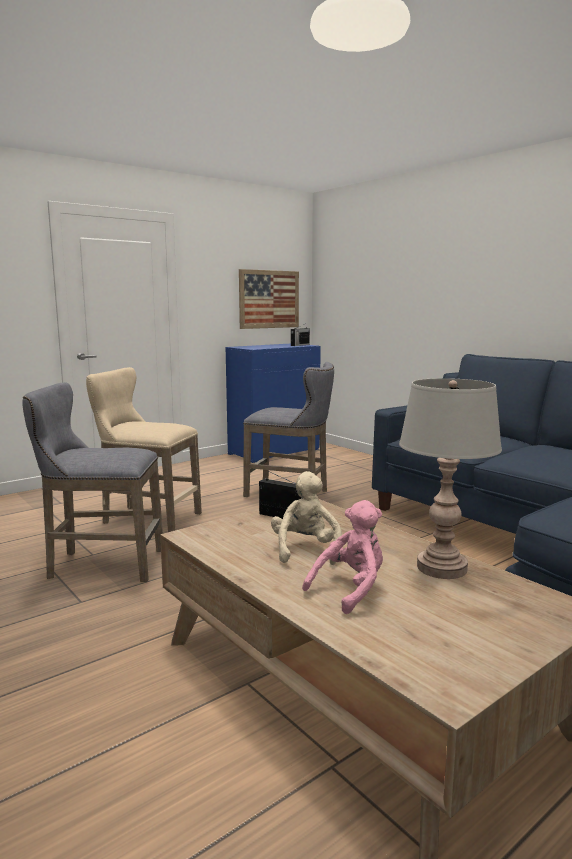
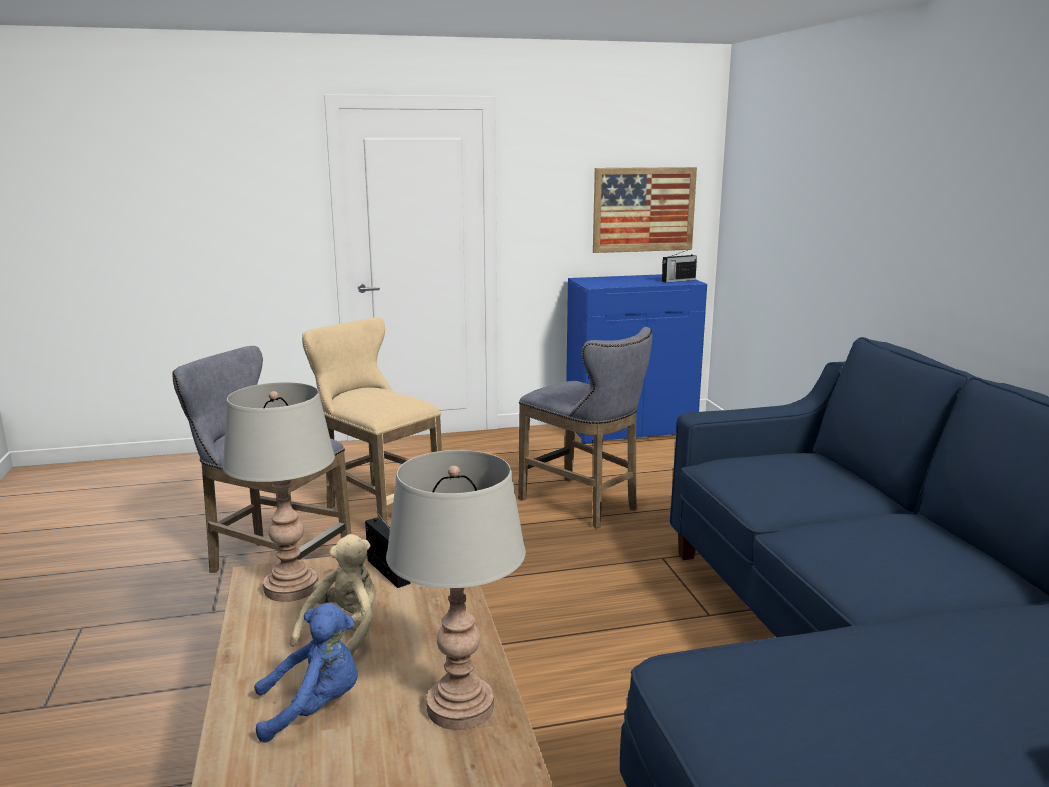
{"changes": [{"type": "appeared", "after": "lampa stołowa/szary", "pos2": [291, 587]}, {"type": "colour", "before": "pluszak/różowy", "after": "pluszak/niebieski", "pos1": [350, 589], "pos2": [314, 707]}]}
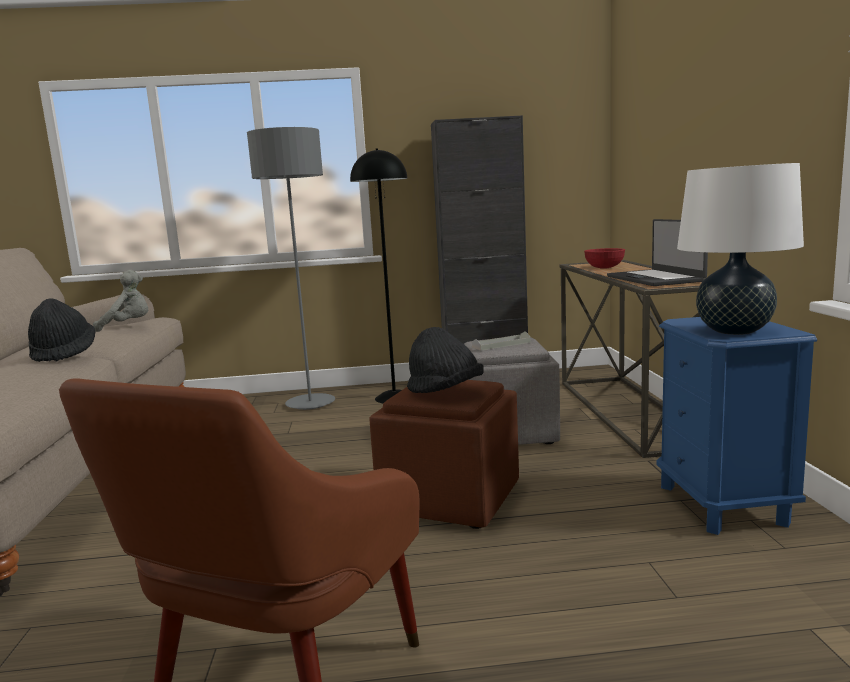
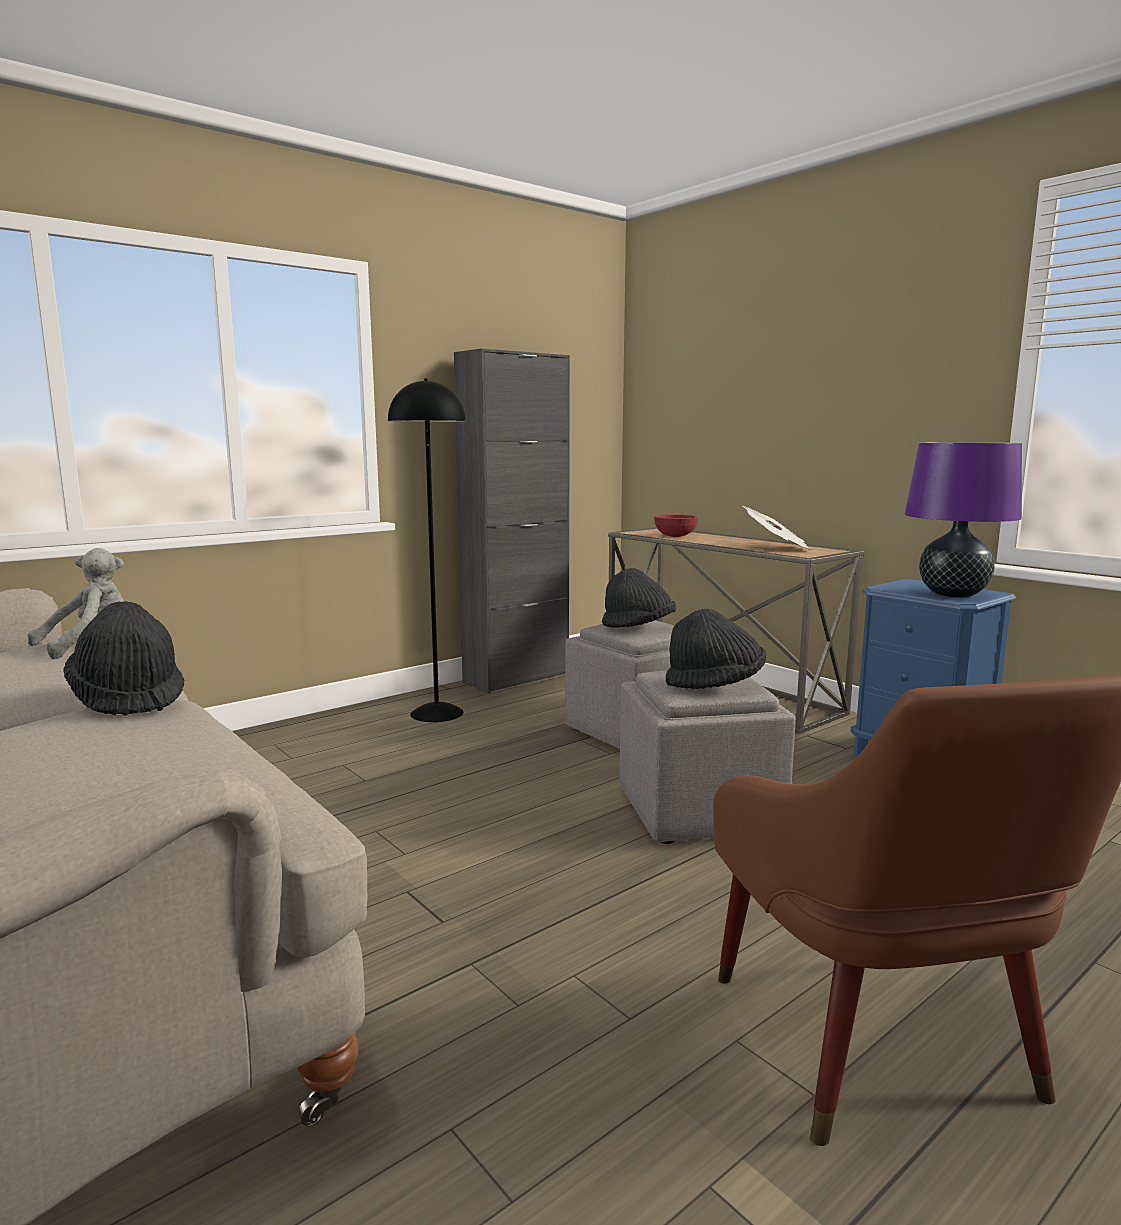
{"changes": [{"type": "missing", "before": "lampa stojąca/szary", "pos1": [310, 404]}, {"type": "exchanged", "before": "taca/szary", "after": "kapelusz/czarny", "pos1": [501, 344], "pos2": [638, 628]}, {"type": "exchanged", "before": "laptop", "after": "gazeta", "pos1": [655, 279], "pos2": [776, 547]}, {"type": "colour", "before": "pufa/brązowy", "after": "pufa/szary", "pos1": [449, 499], "pos2": [697, 812]}, {"type": "colour", "before": "lampa stołowa/biały", "after": "lampa stołowa/fioletowy", "pos1": [734, 331], "pos2": [953, 594]}]}
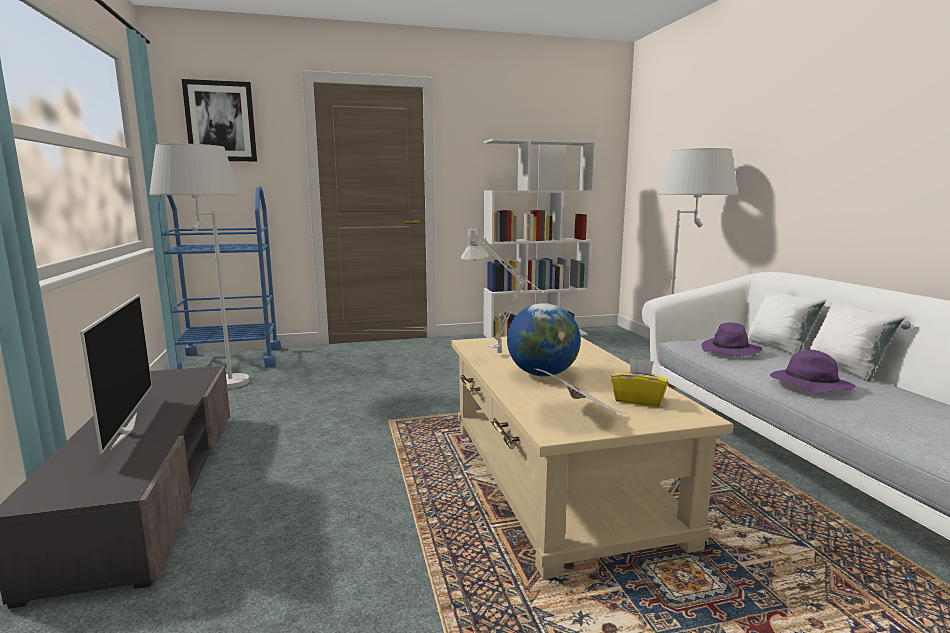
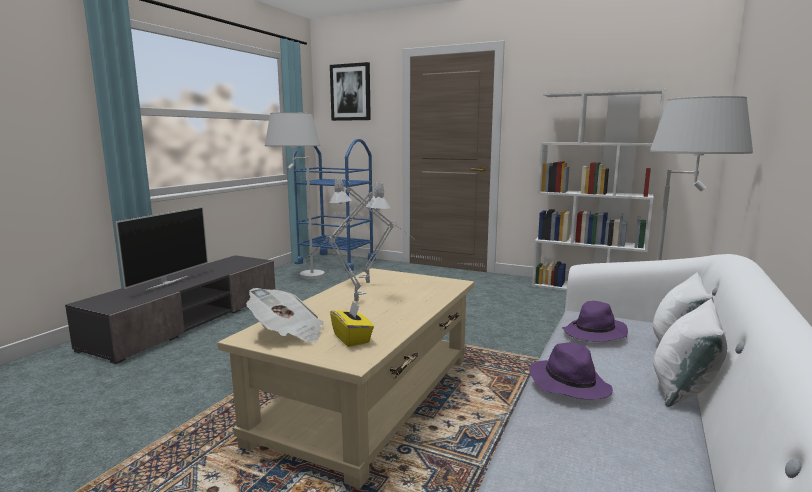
{"changes": [{"type": "exchanged", "before": "globus", "after": "lampa stołowa/szary", "pos1": [542, 374], "pos2": [351, 304]}]}
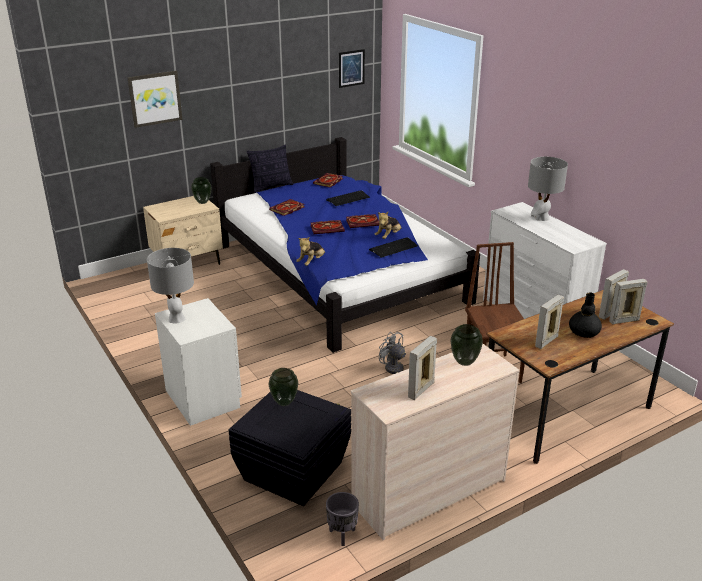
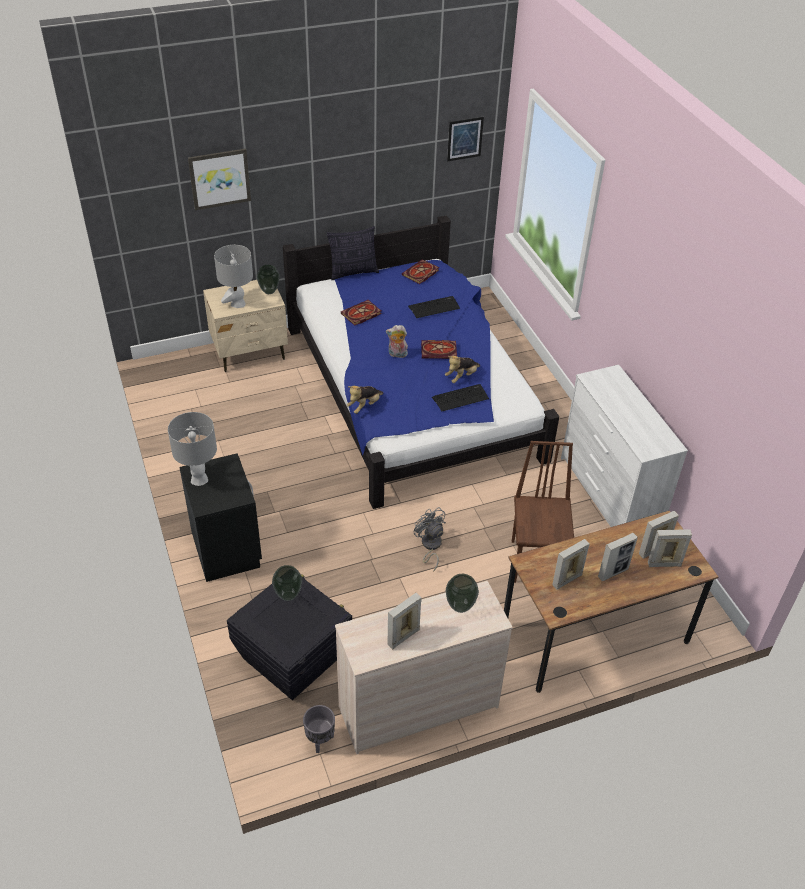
{"changes": [{"type": "relocated", "before": "lampa stołowa/szary", "pos1": [541, 218], "pos2": [238, 304]}, {"type": "exchanged", "before": "książka", "after": "pluszak", "pos1": [328, 228], "pos2": [397, 354]}, {"type": "exchanged", "before": "wazon/czarny", "after": "ramka na zdjęcie", "pos1": [583, 332], "pos2": [613, 573]}, {"type": "colour", "before": "szafka nocna/biały", "after": "szafka nocna/czarny", "pos1": [204, 398], "pos2": [227, 549]}]}
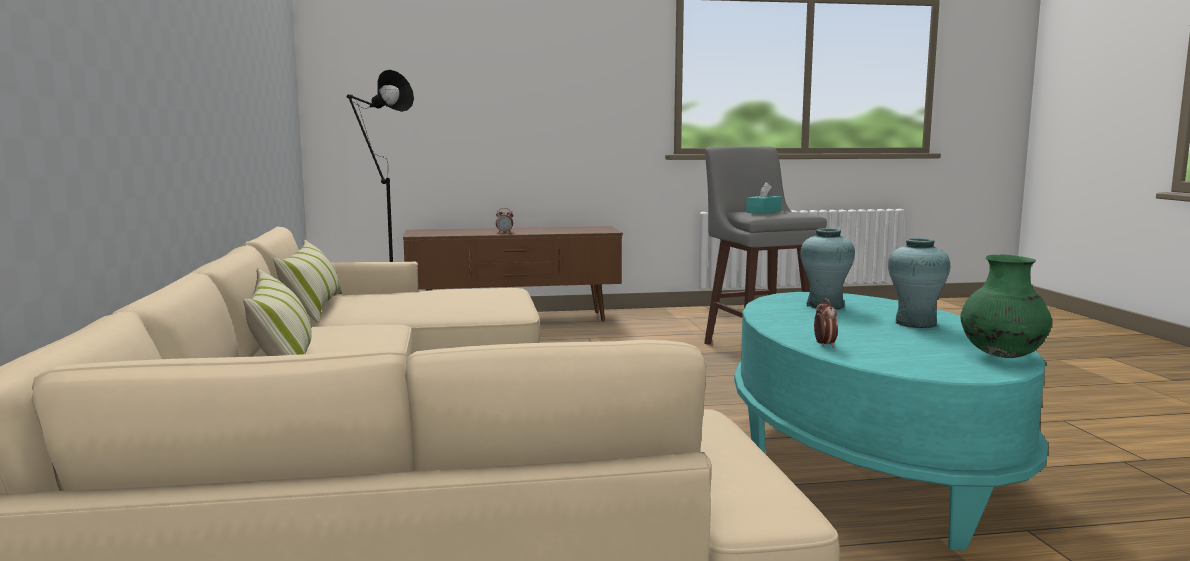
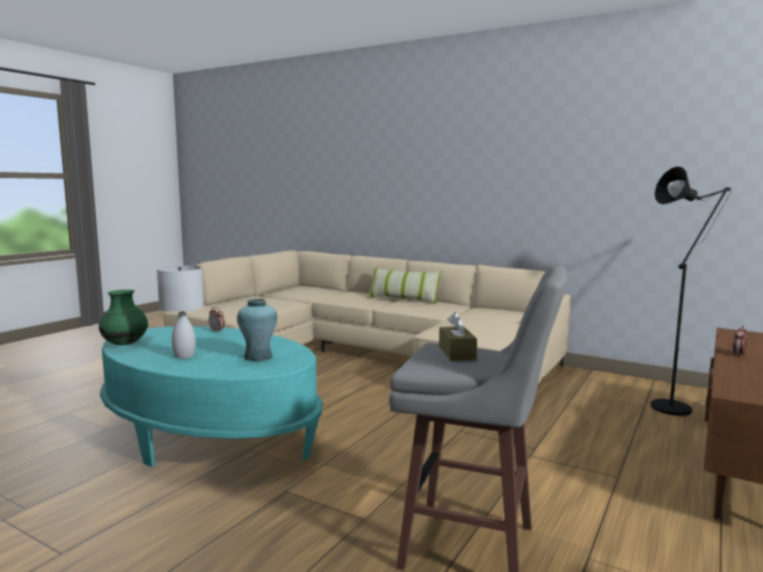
{"changes": [{"type": "missing", "before": "poduszka", "pos1": [314, 308]}, {"type": "exchanged", "before": "wazon/turkusowy", "after": "lampa stołowa/biały", "pos1": [915, 323], "pos2": [184, 356]}, {"type": "colour", "before": "pudełko chusteczek/turkusowy", "after": "pudełko chusteczek/brązowy", "pos1": [763, 212], "pos2": [456, 353]}]}
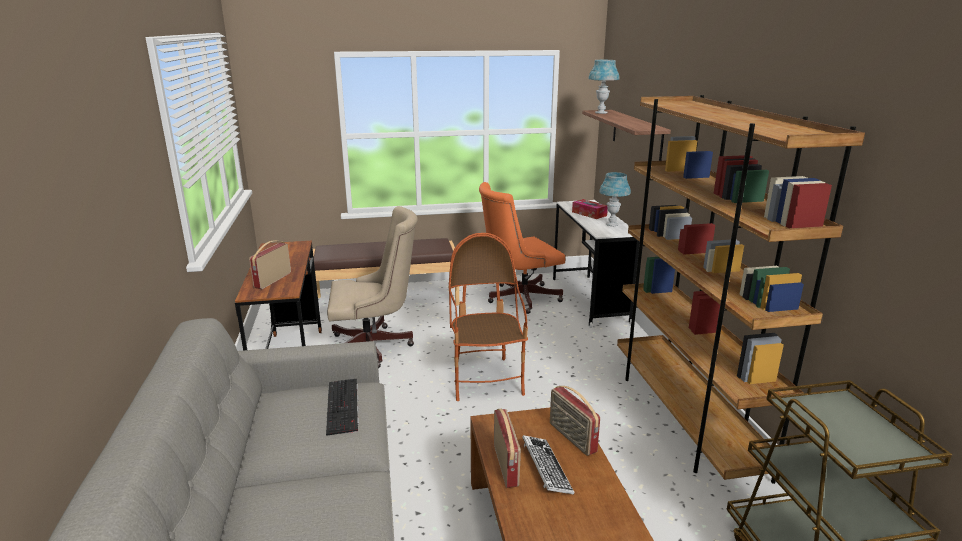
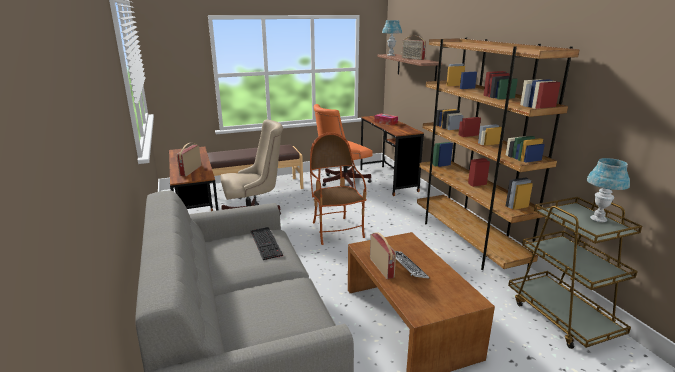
{"changes": [{"type": "relocated", "before": "radio", "pos1": [571, 438], "pos2": [412, 59]}, {"type": "relocated", "before": "lampa stołowa/niebieski", "pos1": [612, 224], "pos2": [598, 219]}, {"type": "colour", "before": "biurko/biały", "after": "biurko/brązowy", "pos1": [589, 300], "pos2": [388, 180]}]}
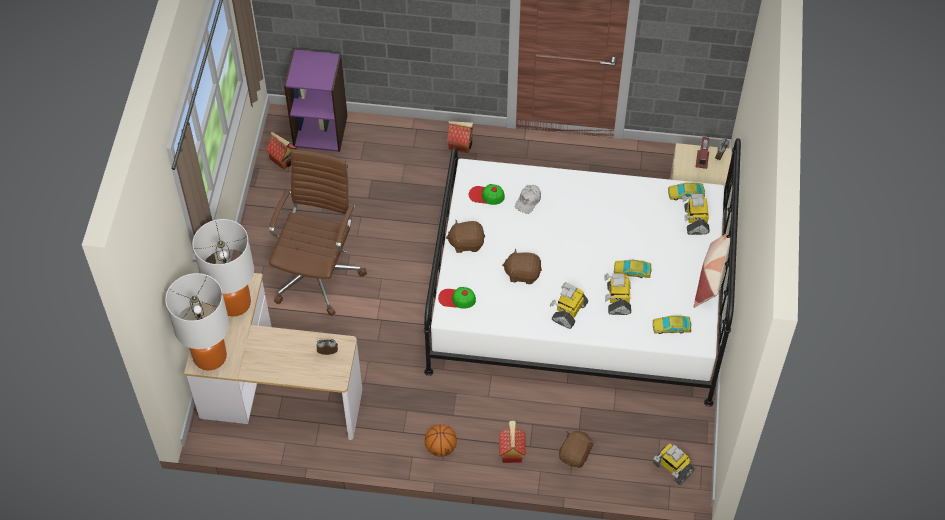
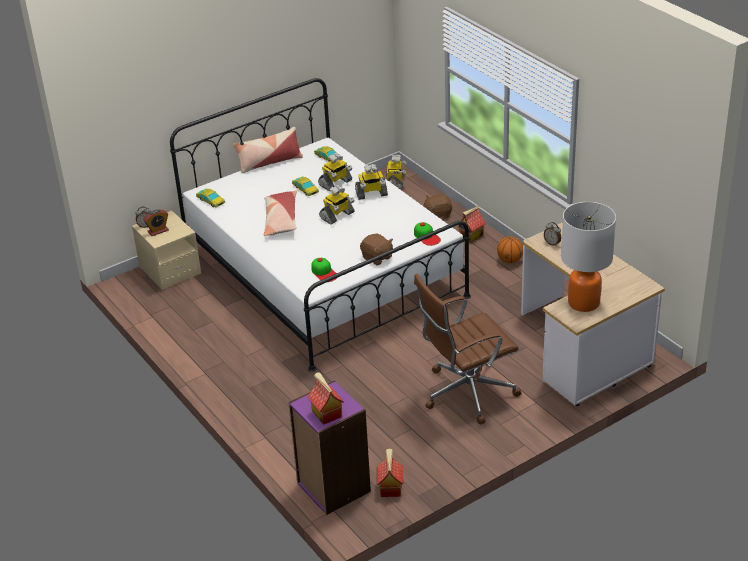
{"changes": [{"type": "missing", "before": "lampa stołowa", "pos1": [209, 356]}, {"type": "missing", "before": "pluszak/brązowy", "pos1": [522, 273]}, {"type": "missing", "before": "czapka z daszkiem/biały", "pos1": [528, 201]}, {"type": "appeared", "after": "poduszka", "pos2": [281, 220]}, {"type": "relocated", "before": "domek", "pos1": [461, 144], "pos2": [326, 413]}, {"type": "relocated", "before": "robot zabawkowy", "pos1": [695, 220], "pos2": [337, 216]}]}
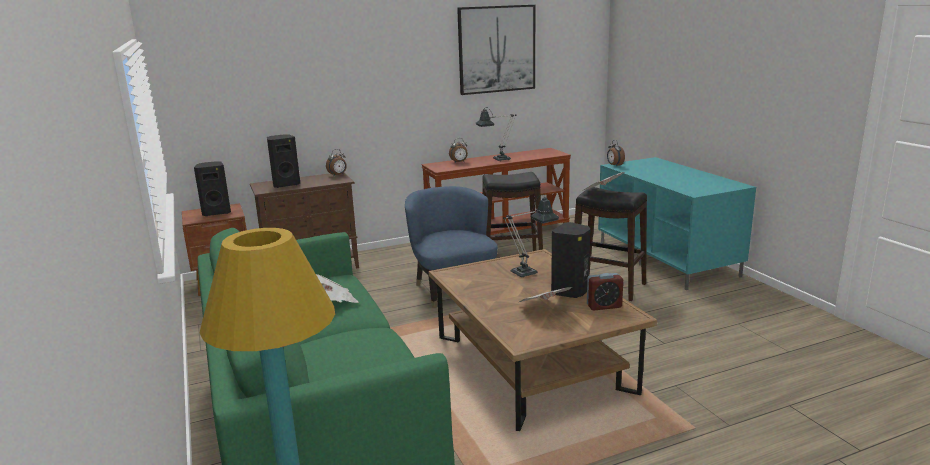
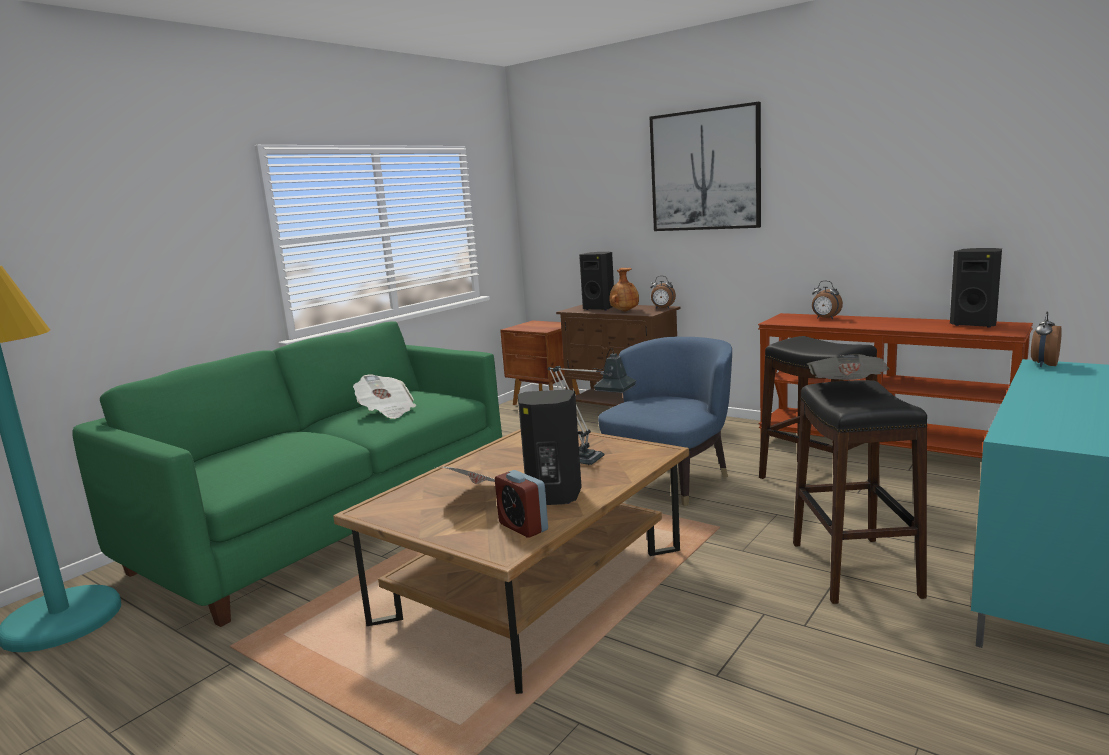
{"changes": [{"type": "missing", "before": "lampa stołowa", "pos1": [498, 160]}, {"type": "appeared", "after": "wazon/brązowy", "pos2": [624, 311]}, {"type": "relocated", "before": "głośnik/czarny", "pos1": [217, 212], "pos2": [975, 324]}, {"type": "relocated", "before": "obraz", "pos1": [497, 49], "pos2": [705, 170]}]}
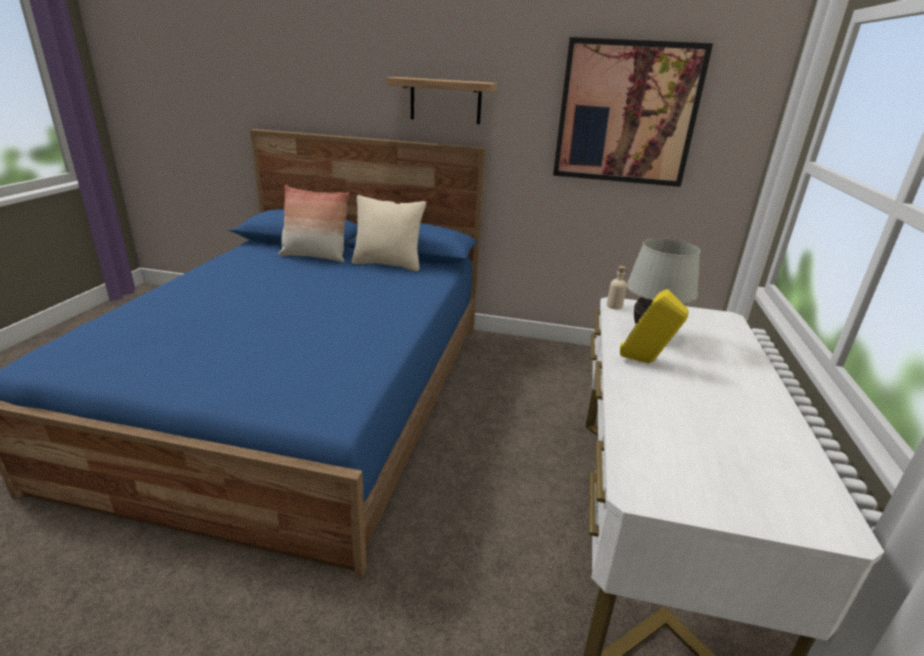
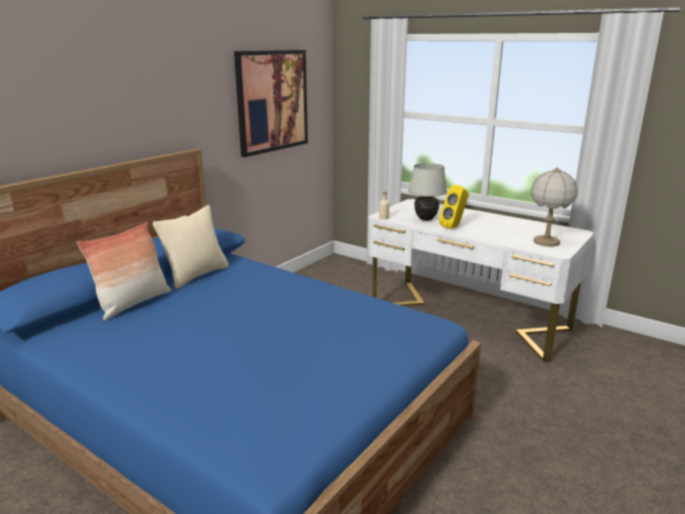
{"changes": [{"type": "missing", "before": "półka", "pos1": [445, 101]}, {"type": "appeared", "after": "lampa stołowa", "pos2": [546, 242]}]}
